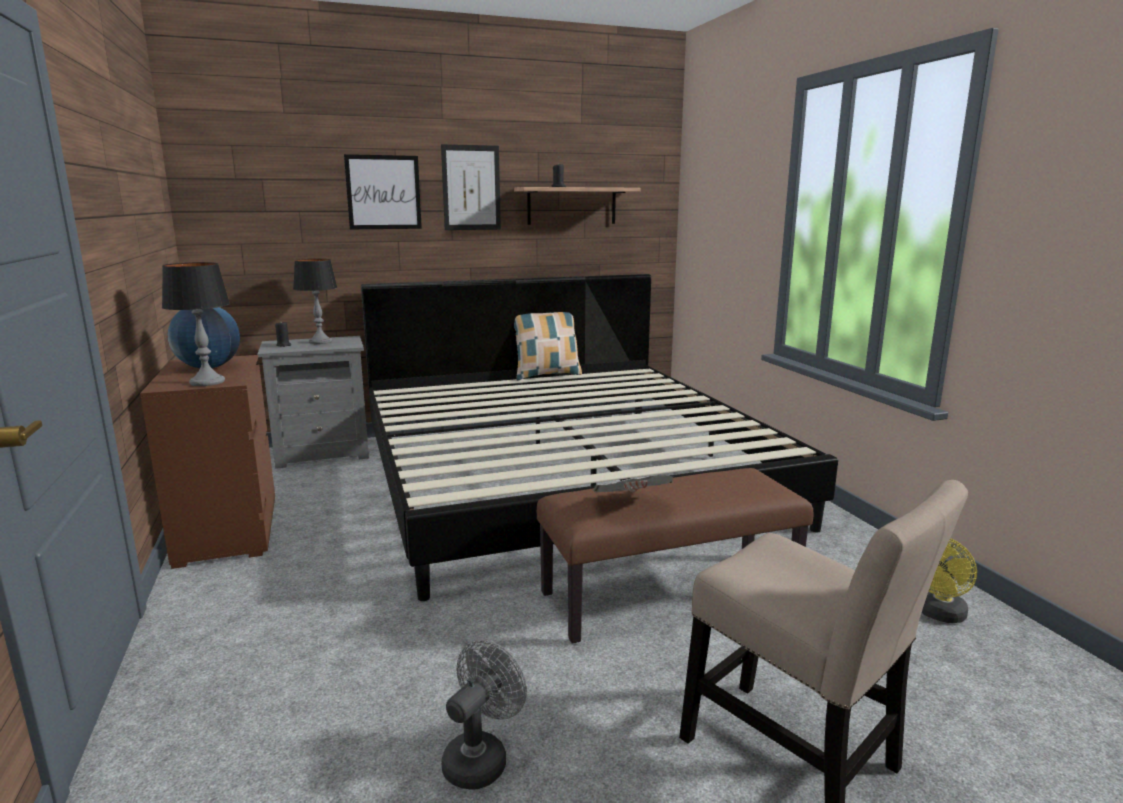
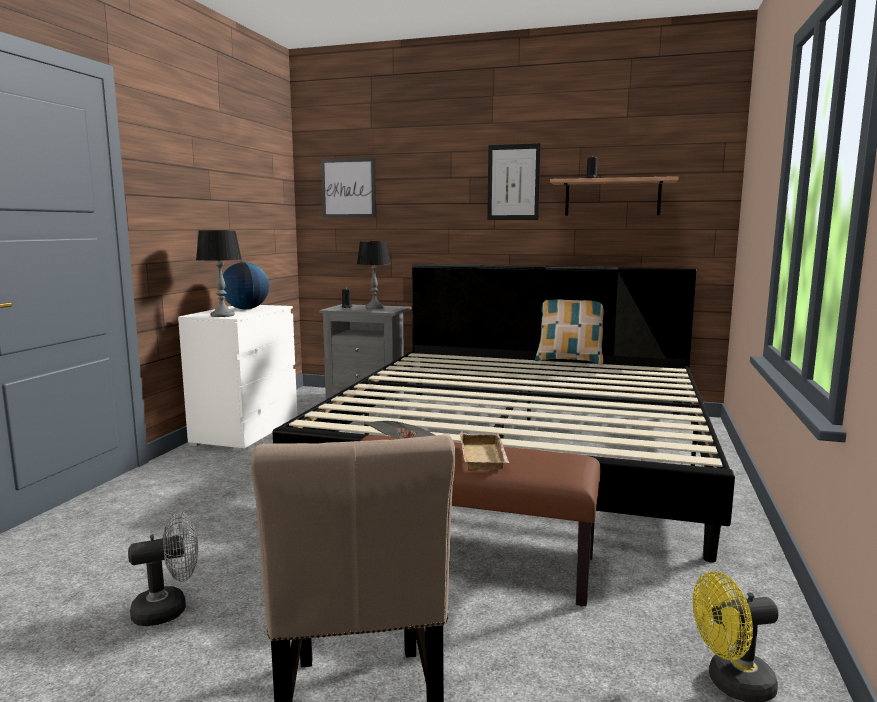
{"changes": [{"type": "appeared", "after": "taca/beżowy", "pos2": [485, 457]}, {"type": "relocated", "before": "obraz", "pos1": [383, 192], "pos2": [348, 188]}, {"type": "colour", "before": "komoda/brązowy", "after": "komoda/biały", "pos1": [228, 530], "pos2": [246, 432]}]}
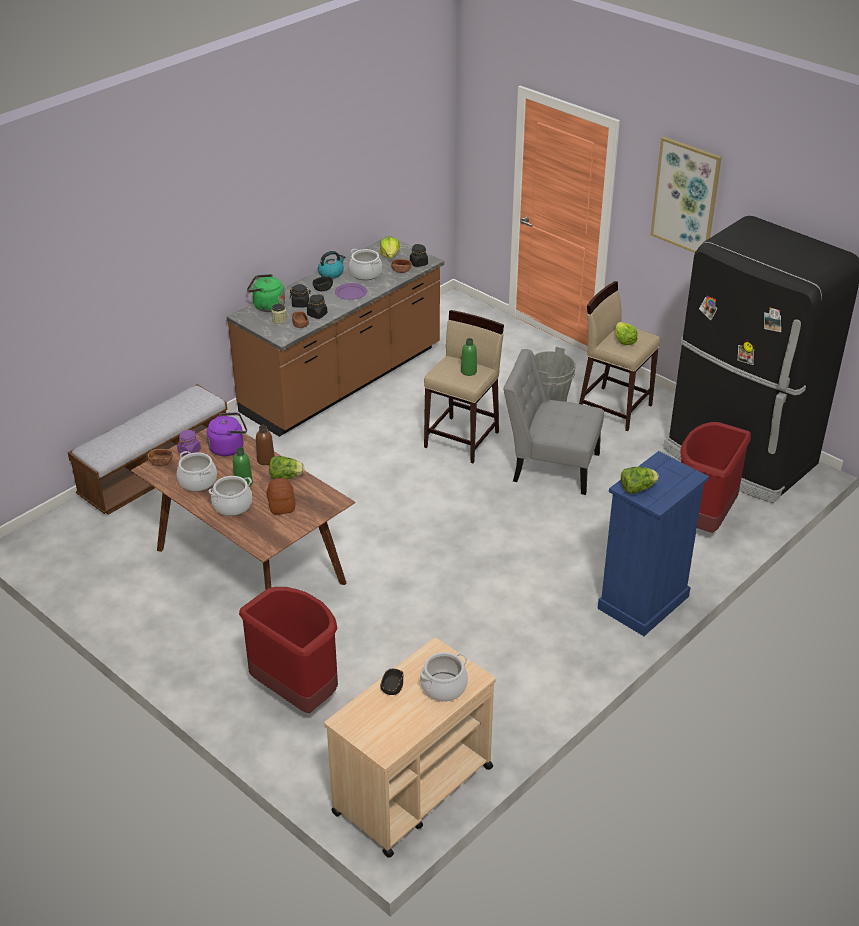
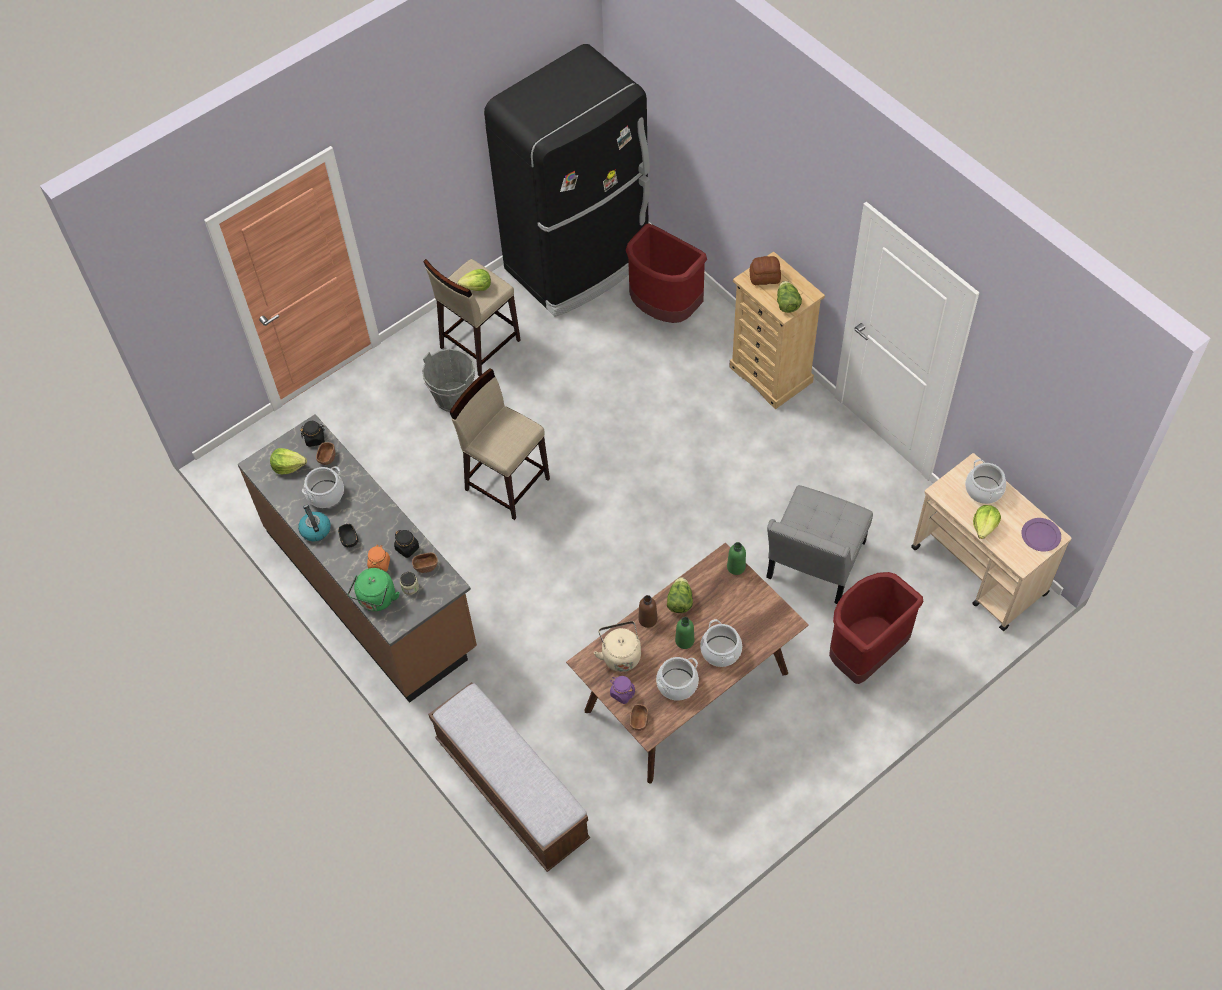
{"changes": [{"type": "missing", "before": "obraz", "pos1": [686, 196]}, {"type": "relocated", "before": "chleb", "pos1": [281, 505], "pos2": [765, 277]}, {"type": "relocated", "before": "talerz/fioletowy", "pos1": [351, 293], "pos2": [1041, 535]}, {"type": "relocated", "before": "butelka/zielony", "pos1": [468, 371], "pos2": [736, 567]}, {"type": "relocated", "before": "krzesło/szary", "pos1": [550, 466], "pos2": [813, 565]}, {"type": "exchanged", "before": "miska/czarny", "after": "sałata", "pos1": [392, 688], "pos2": [984, 526]}, {"type": "colour", "before": "czajnik/fioletowy", "after": "czajnik/beżowy", "pos1": [229, 447], "pos2": [620, 654]}, {"type": "colour", "before": "słoik/czarny", "after": "słoik/pomarańczowy", "pos1": [300, 304], "pos2": [379, 564]}, {"type": "colour", "before": "komoda/niebieski", "after": "komoda/beżowy", "pos1": [643, 603], "pos2": [771, 374]}]}
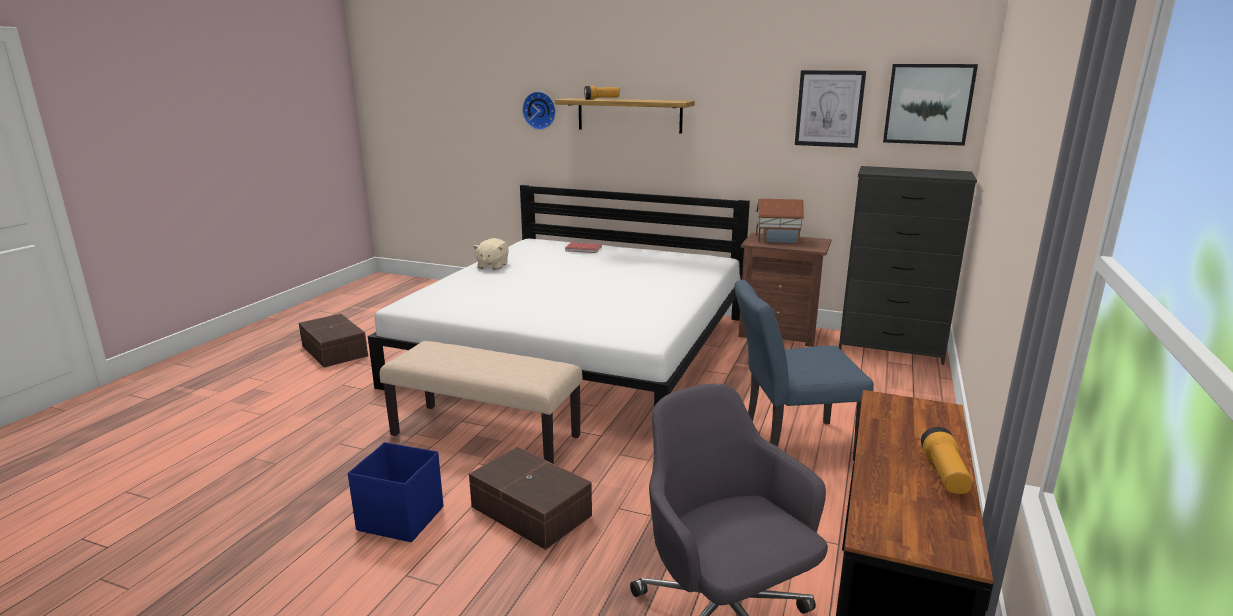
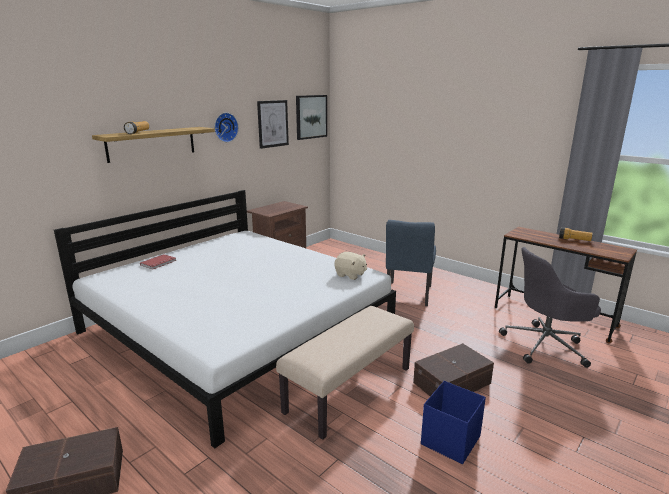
{"changes": [{"type": "missing", "before": "domek", "pos1": [777, 239]}, {"type": "missing", "before": "komoda/czarny", "pos1": [891, 348]}, {"type": "relocated", "before": "pluszak/beżowy", "pos1": [492, 266], "pos2": [350, 275]}, {"type": "relocated", "before": "zegar ścienny", "pos1": [540, 110], "pos2": [225, 127]}]}
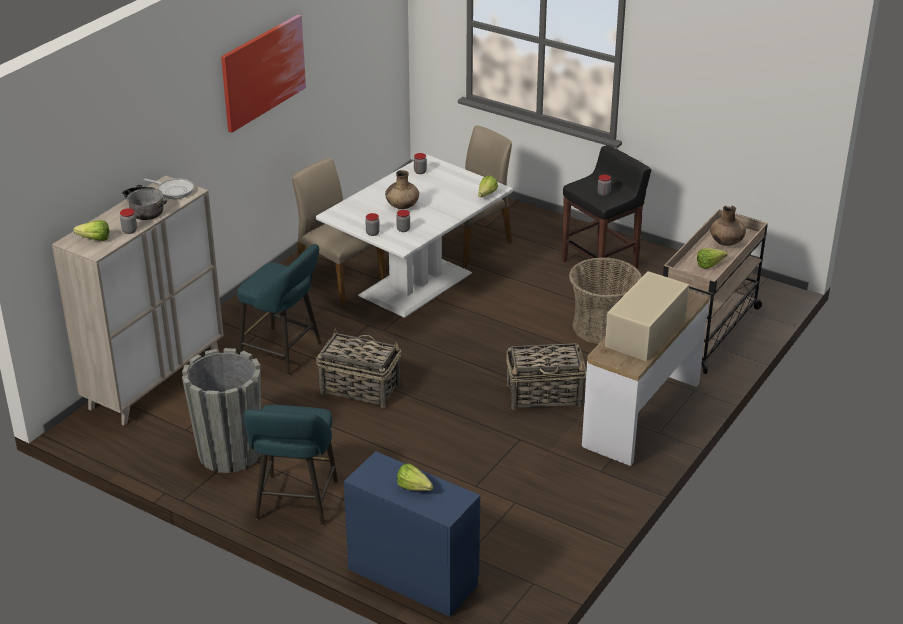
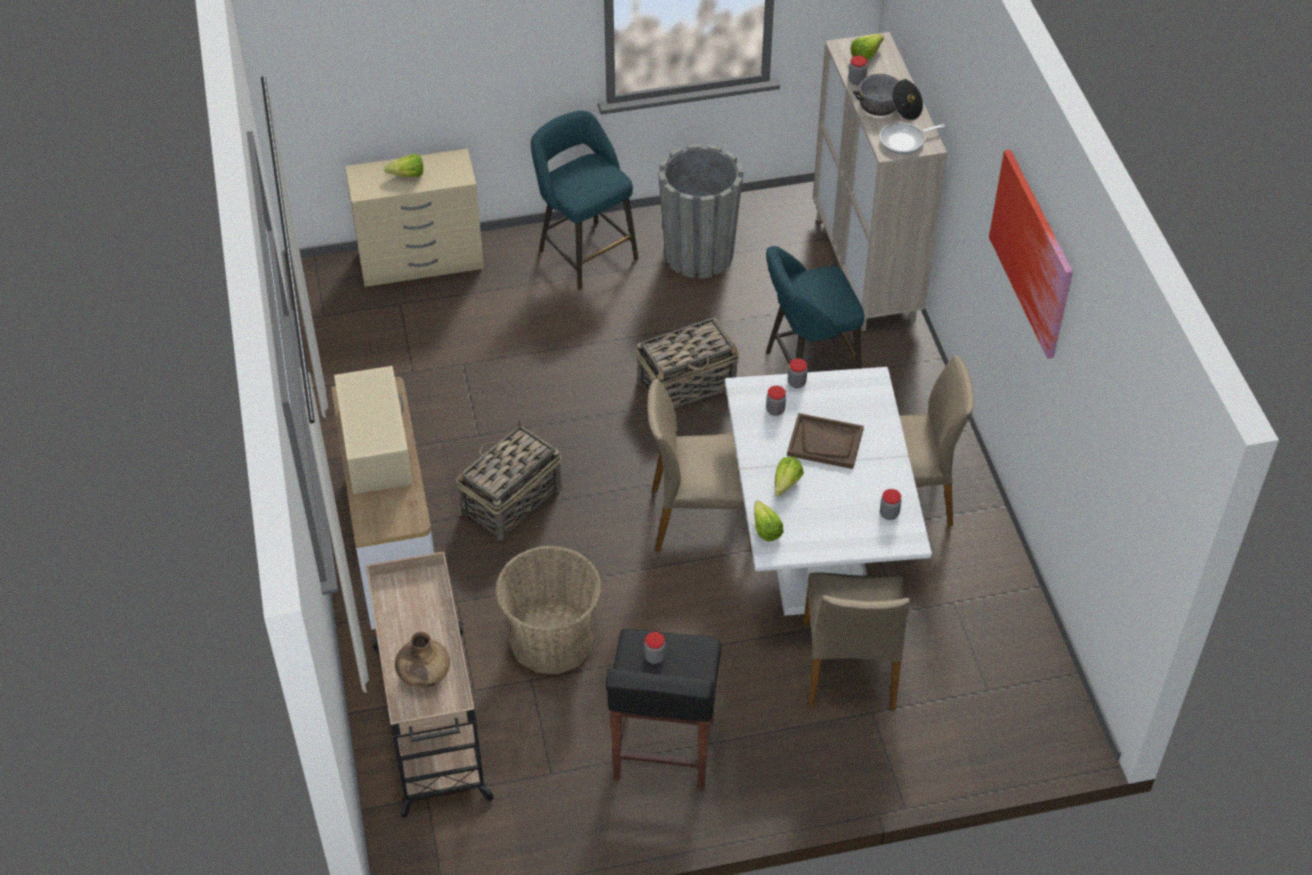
{"changes": [{"type": "appeared", "after": "krzesło/beżowy", "pos2": [701, 517]}, {"type": "relocated", "before": "sałata", "pos1": [712, 265], "pos2": [783, 487]}, {"type": "exchanged", "before": "wazon/brązowy", "after": "taca/brązowy", "pos1": [402, 206], "pos2": [825, 442]}, {"type": "colour", "before": "komoda/niebieski", "after": "komoda/beżowy", "pos1": [413, 575], "pos2": [422, 261]}]}
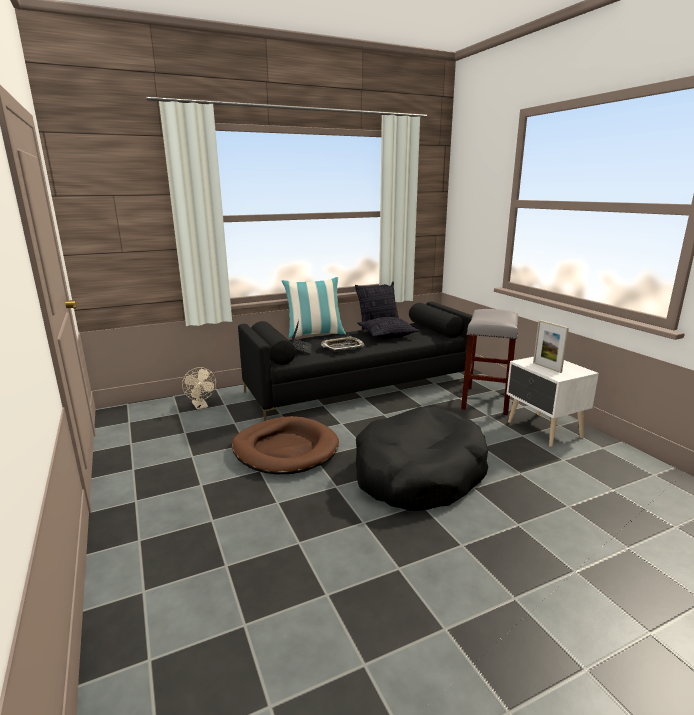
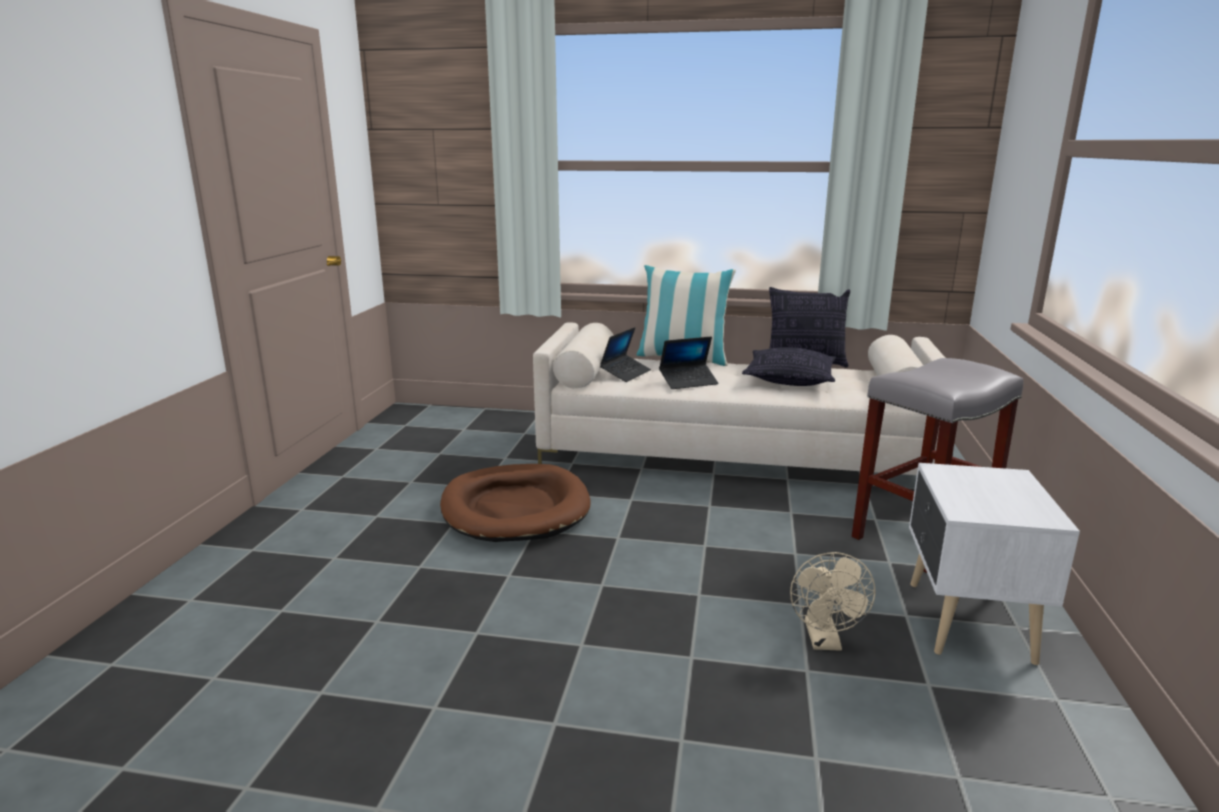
{"changes": [{"type": "missing", "before": "legowisko/czarny", "pos1": [419, 474]}, {"type": "missing", "before": "ramka na zdjęcie", "pos1": [547, 367]}, {"type": "relocated", "before": "wentylator/beżowy", "pos1": [201, 406], "pos2": [825, 641]}, {"type": "exchanged", "before": "taca", "after": "laptop", "pos1": [342, 347], "pos2": [688, 382]}, {"type": "colour", "before": "kanapa/czarny", "after": "kanapa/beżowy", "pos1": [360, 386], "pos2": [733, 456]}]}
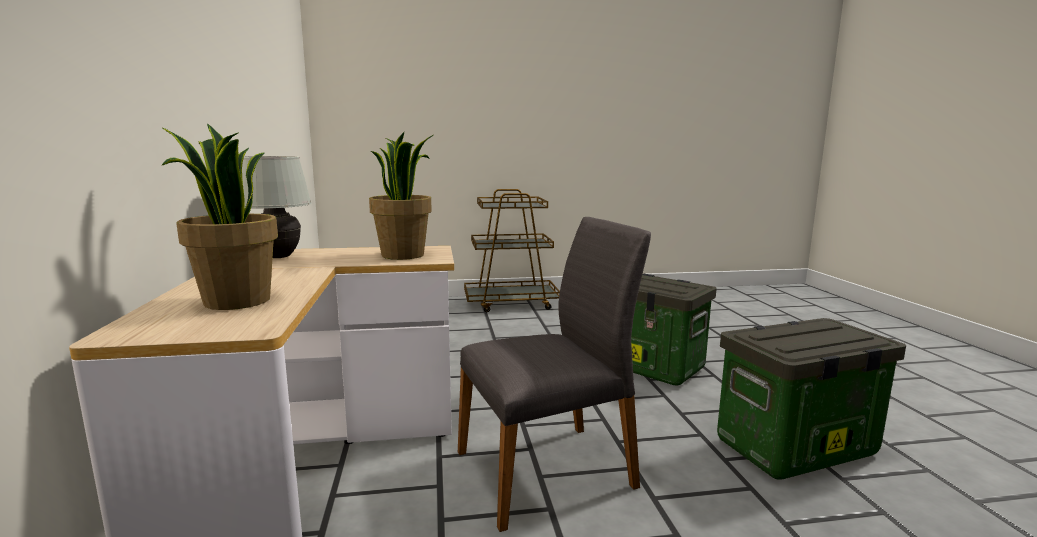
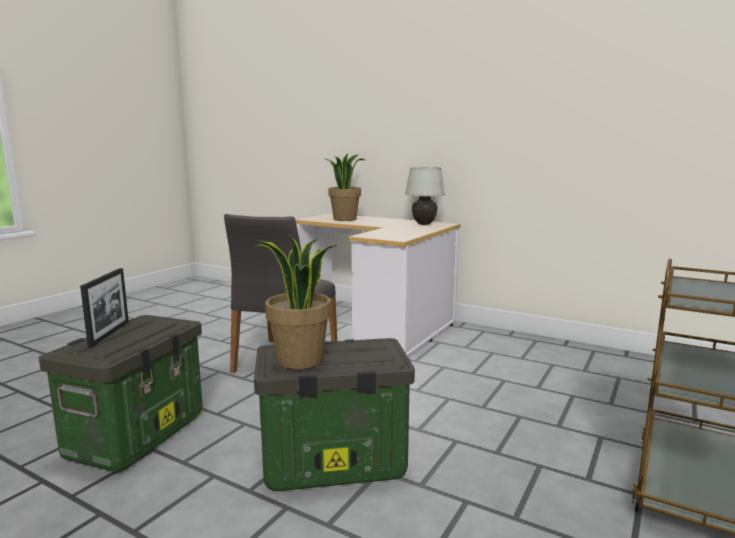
{"changes": [{"type": "appeared", "after": "ramka na zdjęcie", "pos2": [109, 333]}, {"type": "relocated", "before": "roślina doniczkowa", "pos1": [404, 255], "pos2": [299, 360]}]}
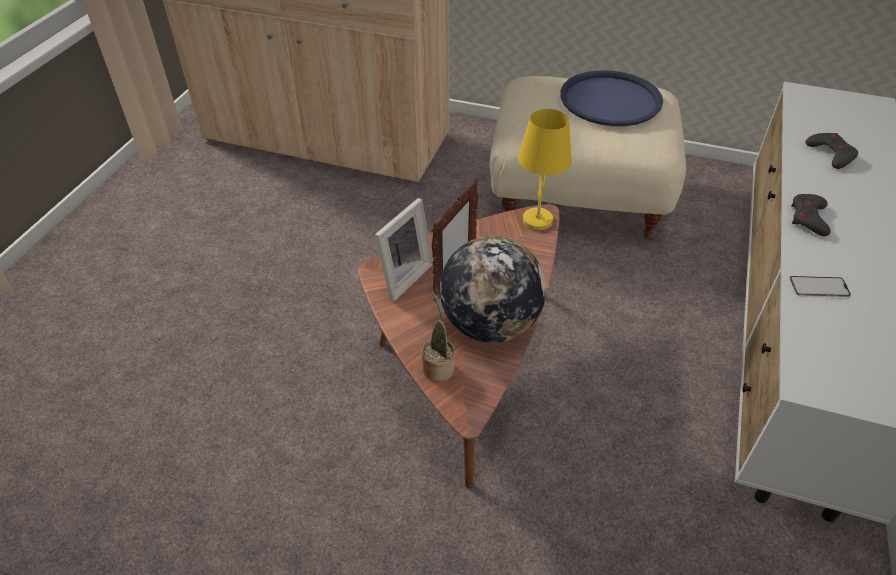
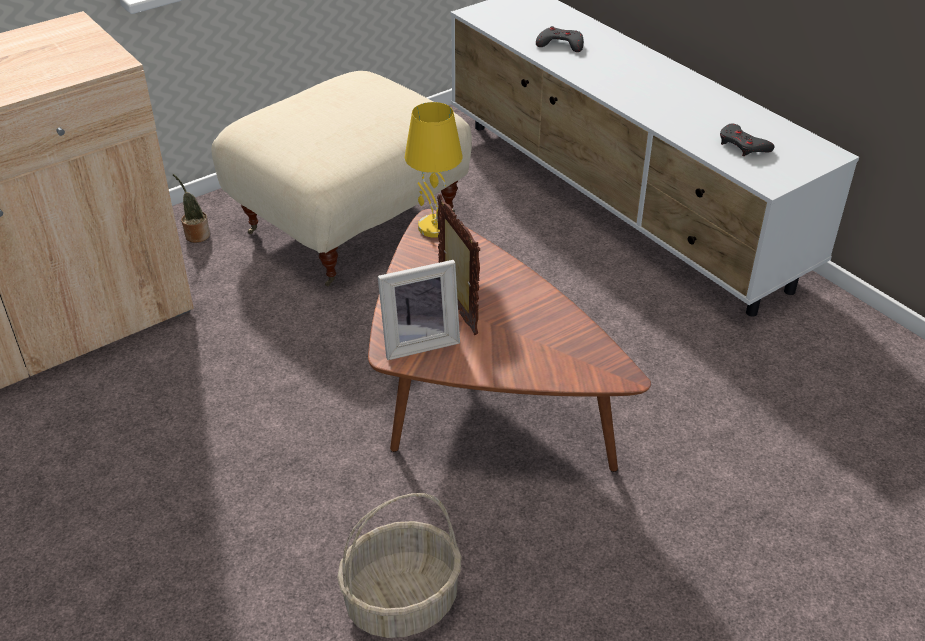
{"changes": [{"type": "missing", "before": "globus", "pos1": [490, 324]}, {"type": "missing", "before": "taca/niebieski", "pos1": [610, 100]}, {"type": "missing", "before": "telefon", "pos1": [819, 287]}, {"type": "appeared", "after": "koszyk", "pos2": [401, 603]}, {"type": "relocated", "before": "roślina doniczkowa", "pos1": [438, 367], "pos2": [196, 235]}, {"type": "relocated", "before": "pad do gier/szary", "pos1": [808, 218], "pos2": [743, 145]}, {"type": "spun", "before": "ramka na zdjęcie", "pos1": [402, 277], "pos2": [419, 341], "turn": 90}]}
